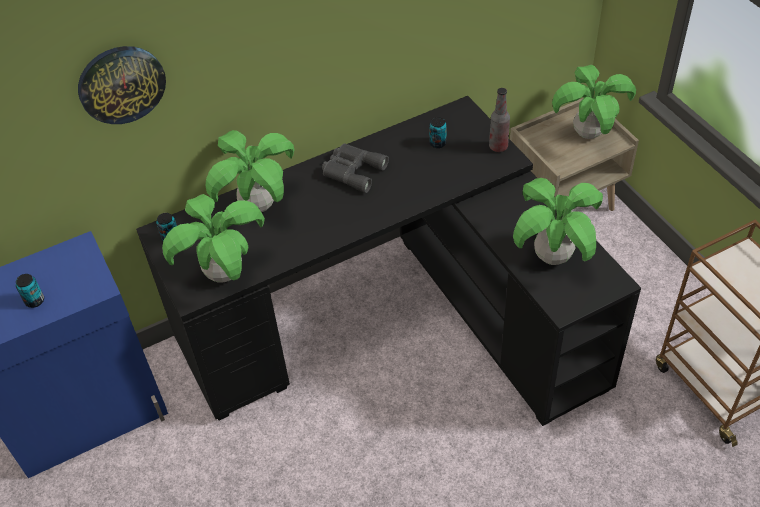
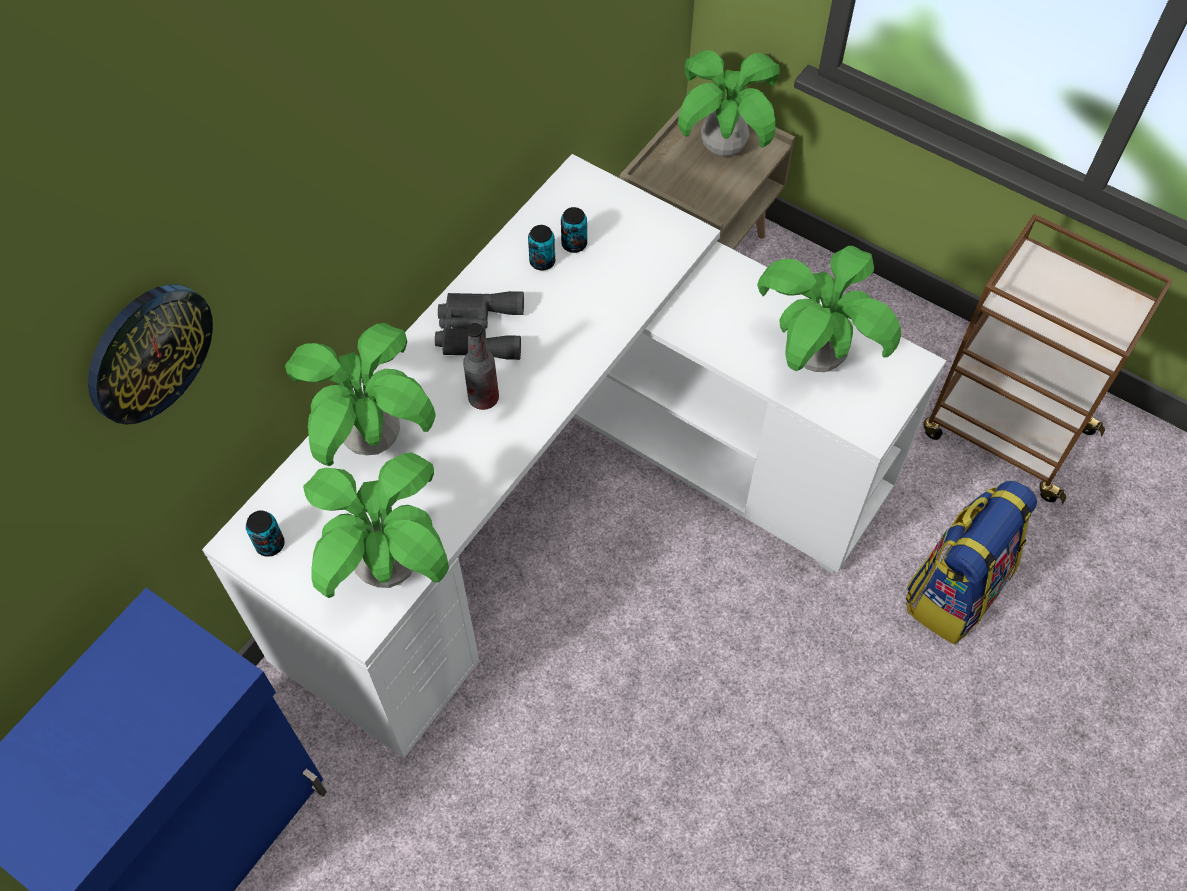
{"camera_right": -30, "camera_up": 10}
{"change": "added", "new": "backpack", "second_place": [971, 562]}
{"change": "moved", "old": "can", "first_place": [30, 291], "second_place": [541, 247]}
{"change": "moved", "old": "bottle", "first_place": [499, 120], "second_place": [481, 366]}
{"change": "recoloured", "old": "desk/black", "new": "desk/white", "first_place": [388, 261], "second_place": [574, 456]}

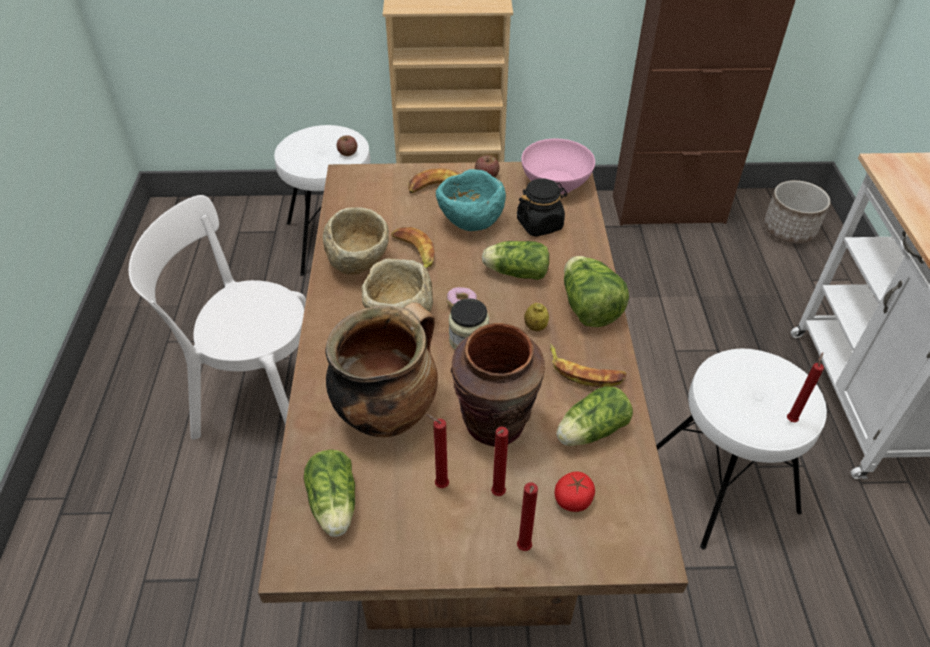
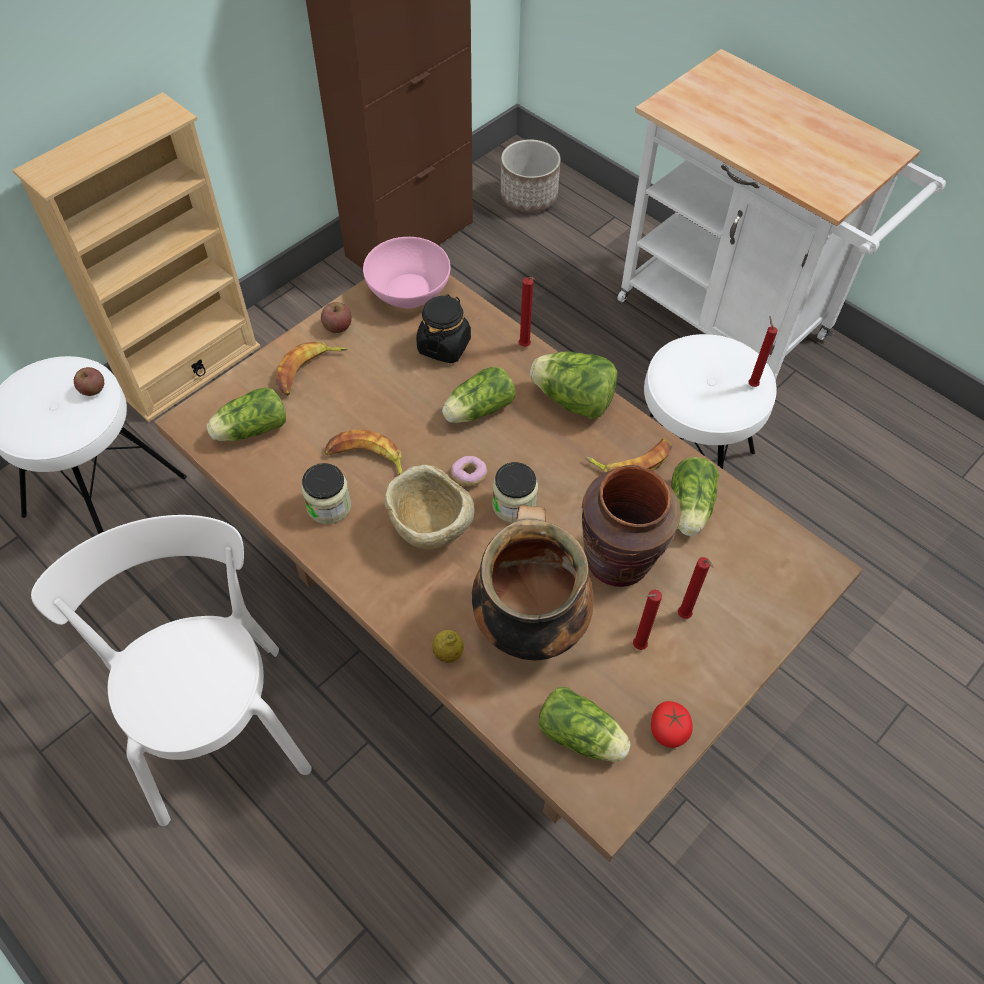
{"camera_right": -45, "camera_up": 10}
{"change": "removed", "old": "bowl/turquoise", "first_place": [471, 200]}
{"change": "added", "new": "lettuce", "second_place": [246, 414]}
{"change": "moved", "old": "candle/red", "first_place": [527, 516], "second_place": [527, 312]}
{"change": "moved", "old": "lemon", "first_place": [536, 317], "second_place": [448, 646]}
{"change": "moved", "old": "tomato", "first_place": [574, 492], "second_place": [672, 724]}
{"change": "replaced", "old": "bowl/beige", "new": "jar", "first_place": [356, 241], "second_place": [326, 493]}
{"change": "turned", "old": "chair/white", "first_place": [217, 317], "second_place": [171, 670], "degrees": 105}

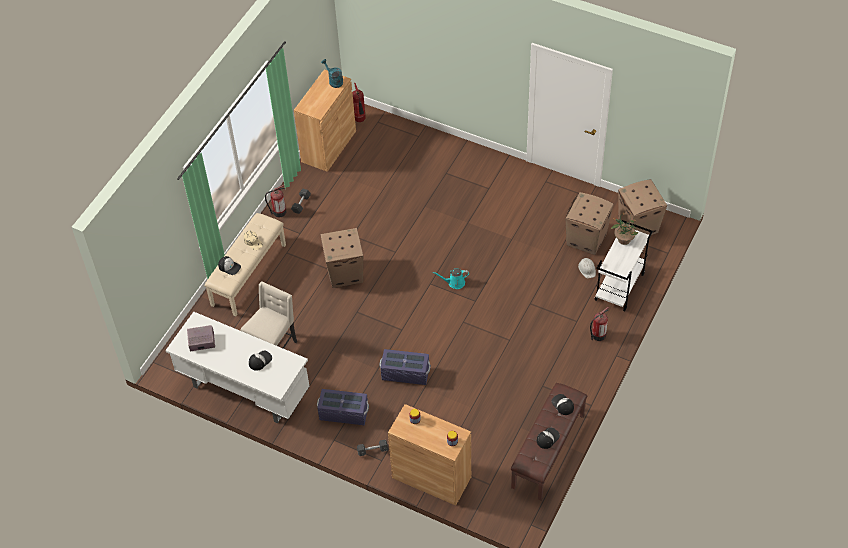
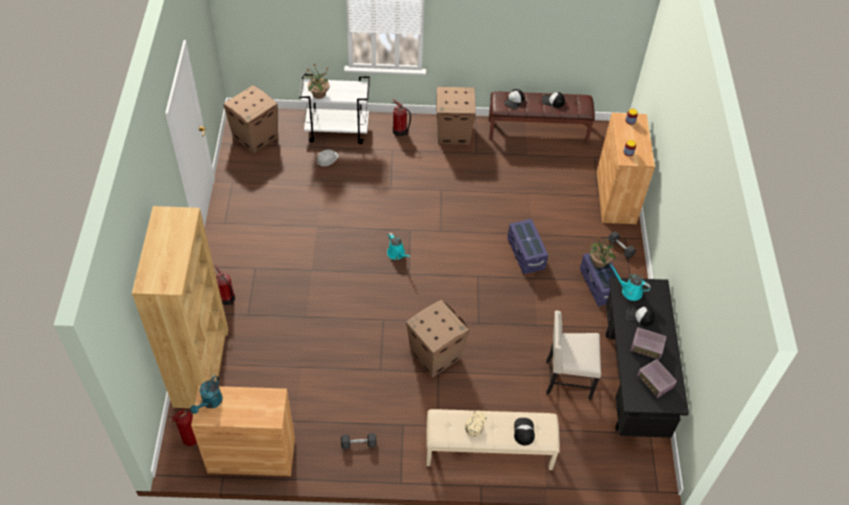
{"camera_right": -120, "camera_up": 0}
{"change": "added", "new": "bookcase/brown", "second_place": [180, 307]}
{"change": "added", "new": "potted plant", "second_place": [603, 250]}
{"change": "added", "new": "watering can/turquoise", "second_place": [630, 283]}
{"change": "added", "new": "radio", "second_place": [648, 343]}
{"change": "moved", "old": "fire extinguisher", "first_place": [276, 201], "second_place": [225, 285]}
{"change": "moved", "old": "cardboard box", "first_place": [590, 223], "second_place": [456, 115]}
{"change": "recoloured", "old": "desk/white", "new": "desk/black", "first_place": [238, 367], "second_place": [647, 357]}

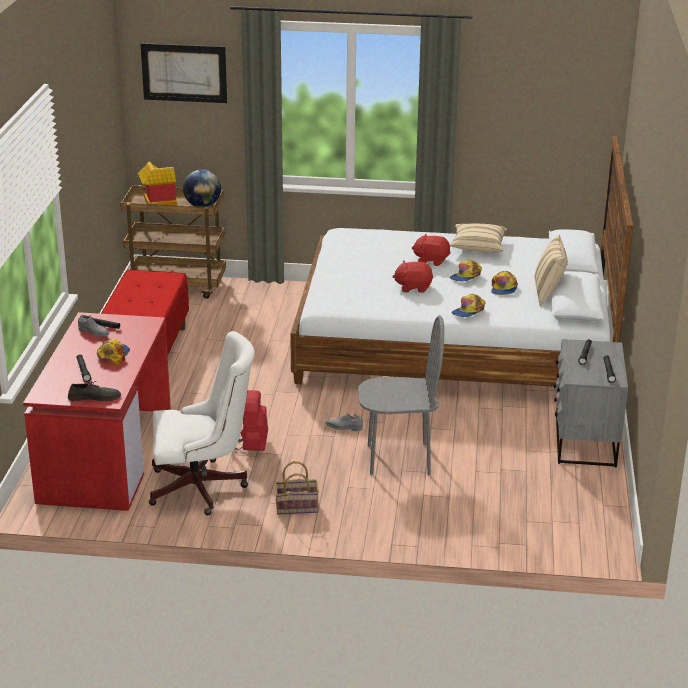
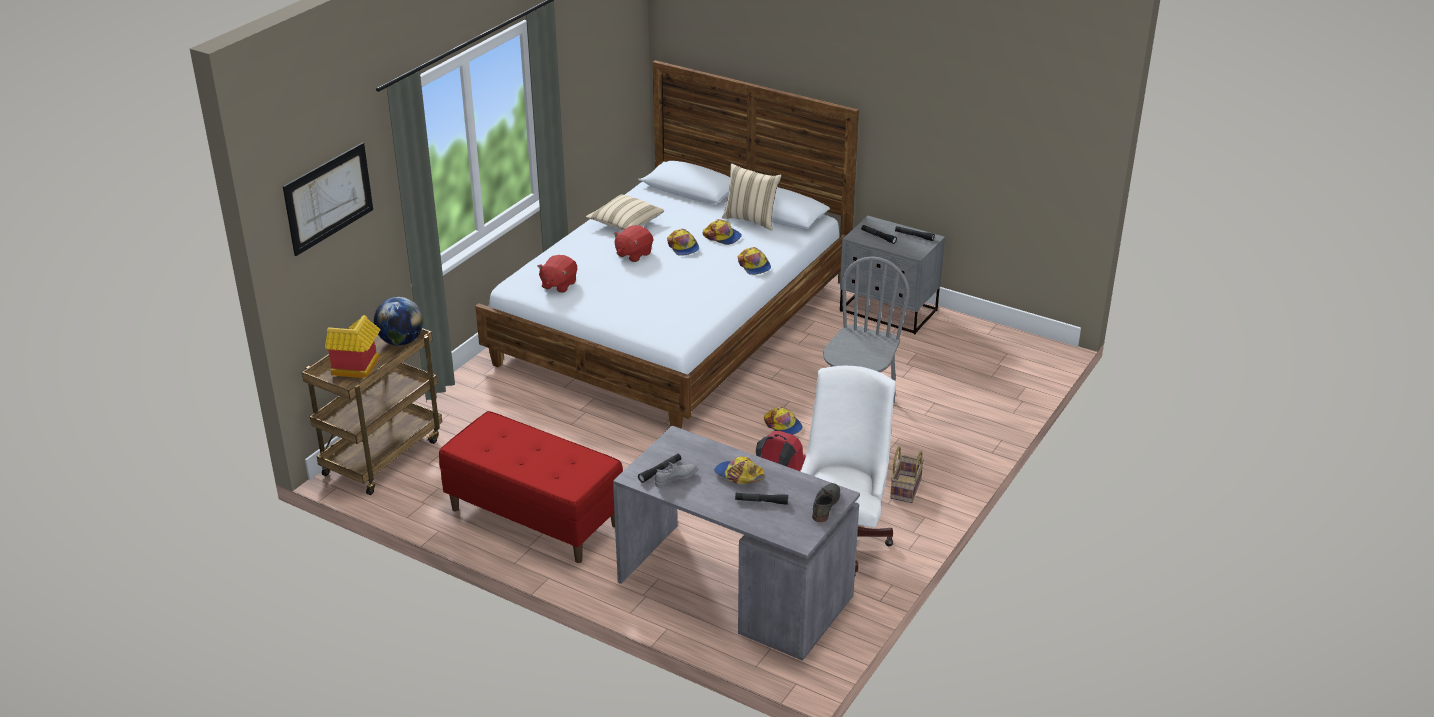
{"camera_right": -65, "camera_up": 5}
{"change": "moved", "old": "plush toy/red", "first_place": [412, 276], "second_place": [557, 274]}
{"change": "replaced", "old": "shoe/grey", "new": "cap", "first_place": [344, 422], "second_place": [783, 420]}
{"change": "recoloured", "old": "desk/red", "new": "desk/grey", "first_place": [97, 411], "second_place": [736, 543]}

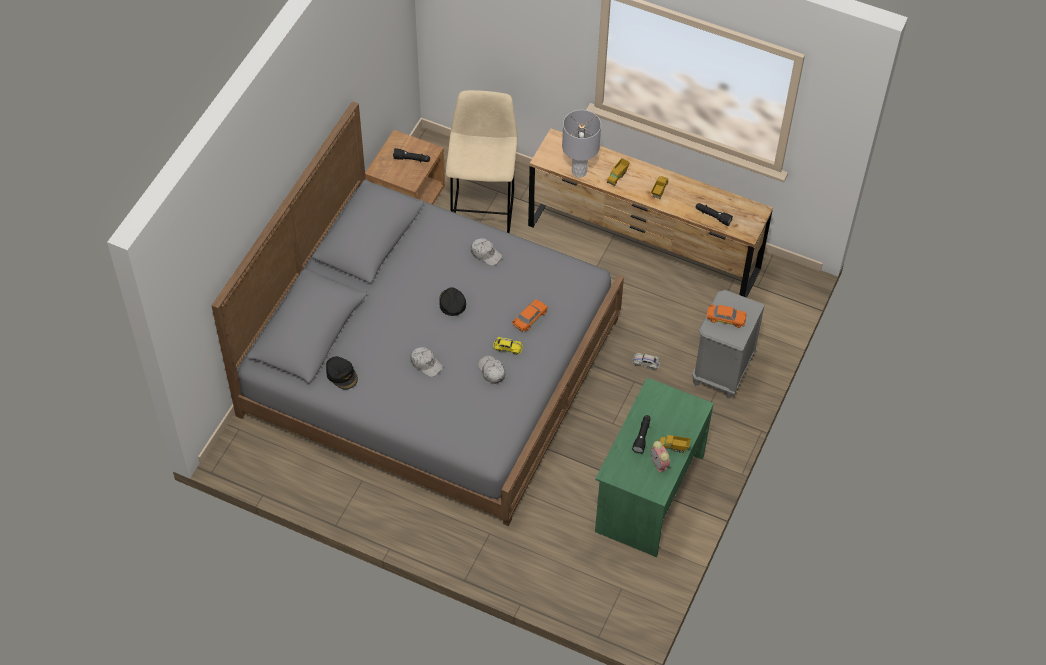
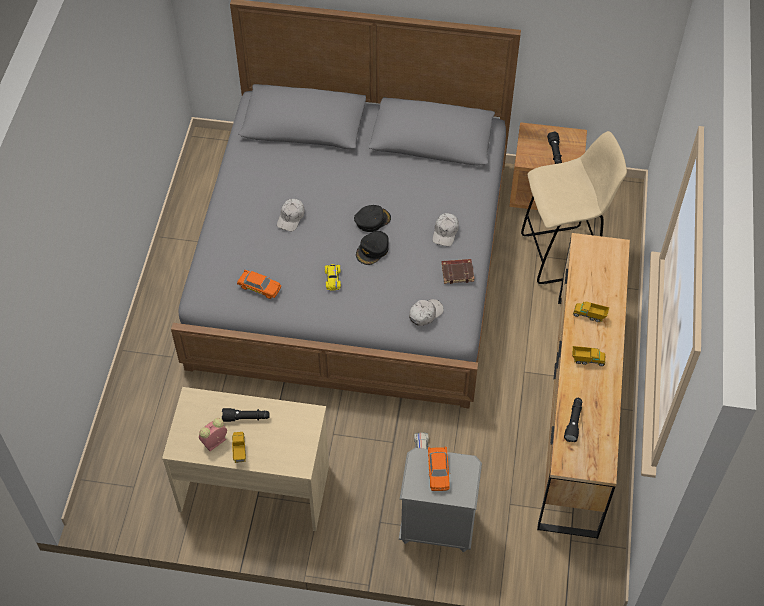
{"camera_right": 75, "camera_up": 0}
{"change": "removed", "old": "table lamp/grey", "first_place": [581, 143]}
{"change": "added", "new": "book/brown", "second_place": [458, 271]}
{"change": "moved", "old": "cap/black", "first_place": [342, 373], "second_place": [372, 248]}
{"change": "moved", "old": "cap/white", "first_place": [491, 370], "second_place": [426, 312]}
{"change": "moved", "old": "toy car/orange", "first_place": [530, 315], "second_place": [259, 284]}
{"change": "recoloured", "old": "desk/green", "new": "desk/beige", "first_place": [654, 467], "second_place": [245, 459]}

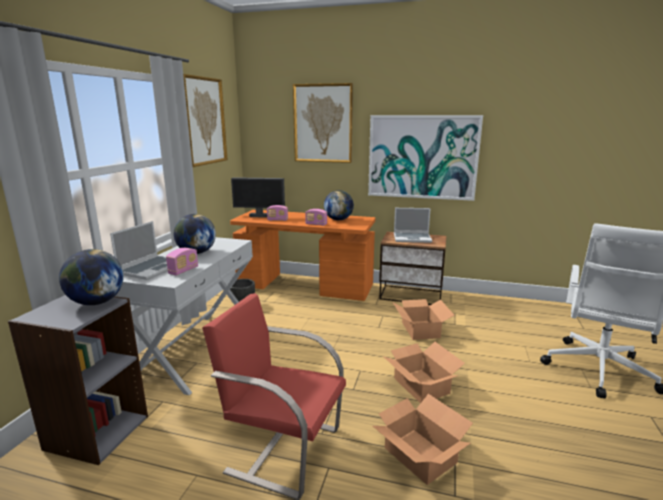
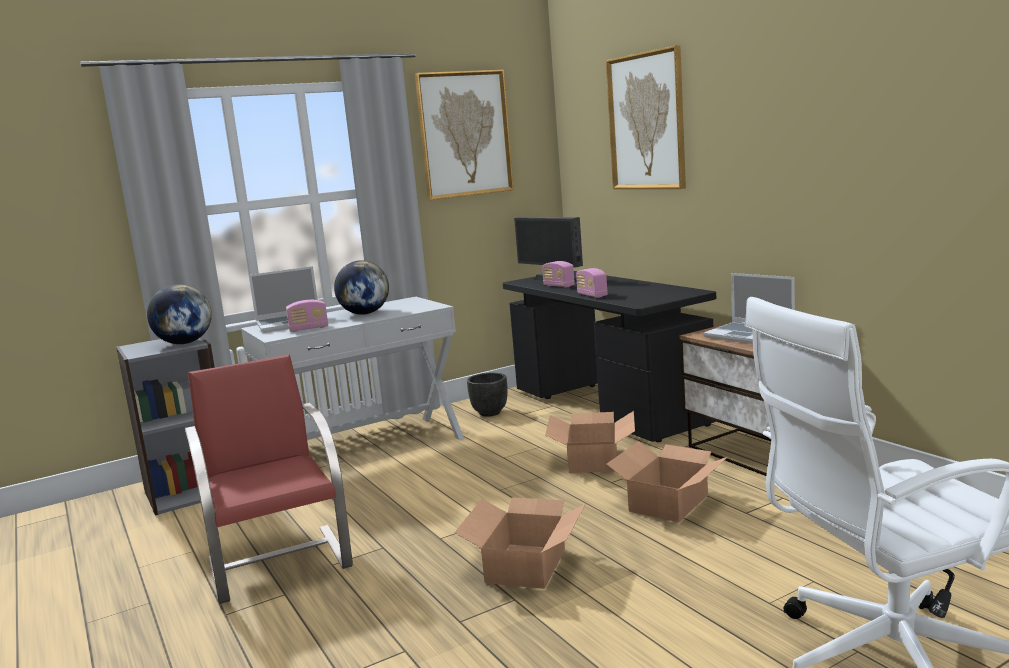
{"camera_right": 45, "camera_up": -5}
{"change": "removed", "old": "globe", "first_place": [339, 205]}
{"change": "removed", "old": "picture", "first_place": [425, 158]}
{"change": "moved", "old": "cardboard box", "first_place": [423, 439], "second_place": [590, 442]}
{"change": "recoloured", "old": "desk/orange", "new": "desk/black", "first_place": [302, 255], "second_place": [609, 356]}

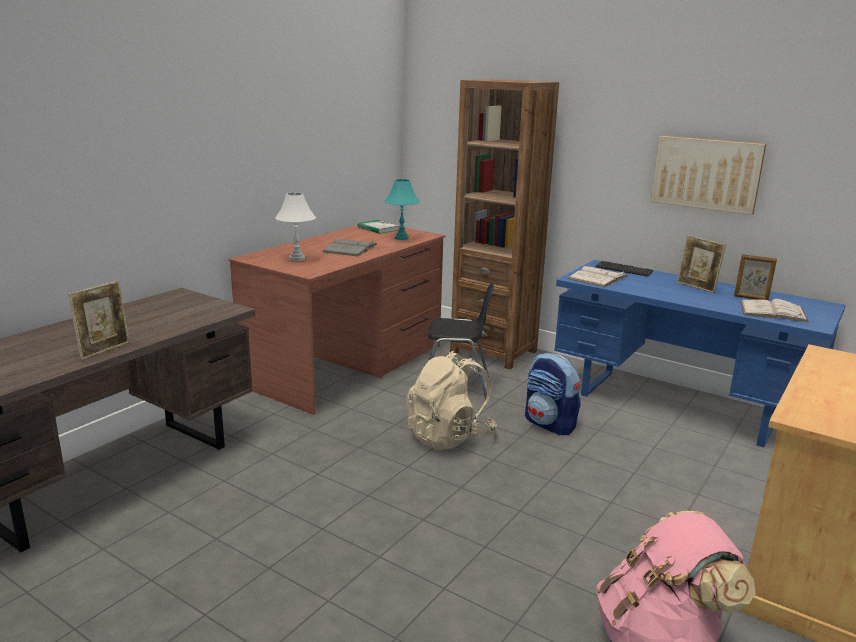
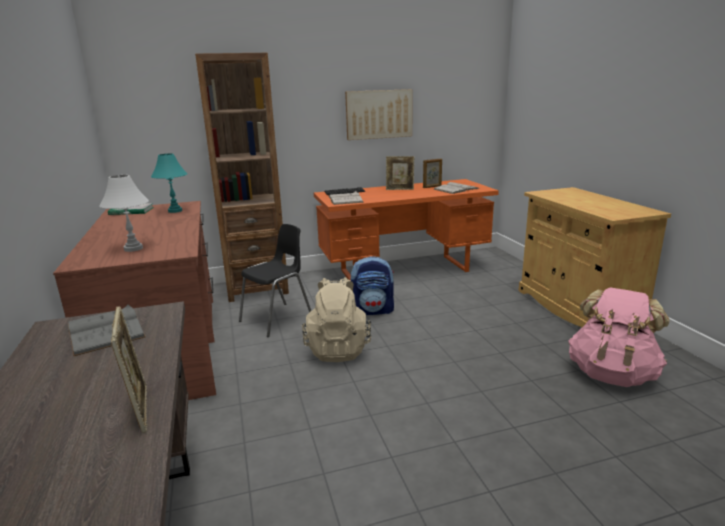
{"camera_right": -50, "camera_up": 0}
{"change": "moved", "old": "book/grey", "first_place": [350, 247], "second_place": [107, 330]}
{"change": "recoloured", "old": "desk/blue", "new": "desk/orange", "first_place": [699, 353], "second_place": [406, 229]}

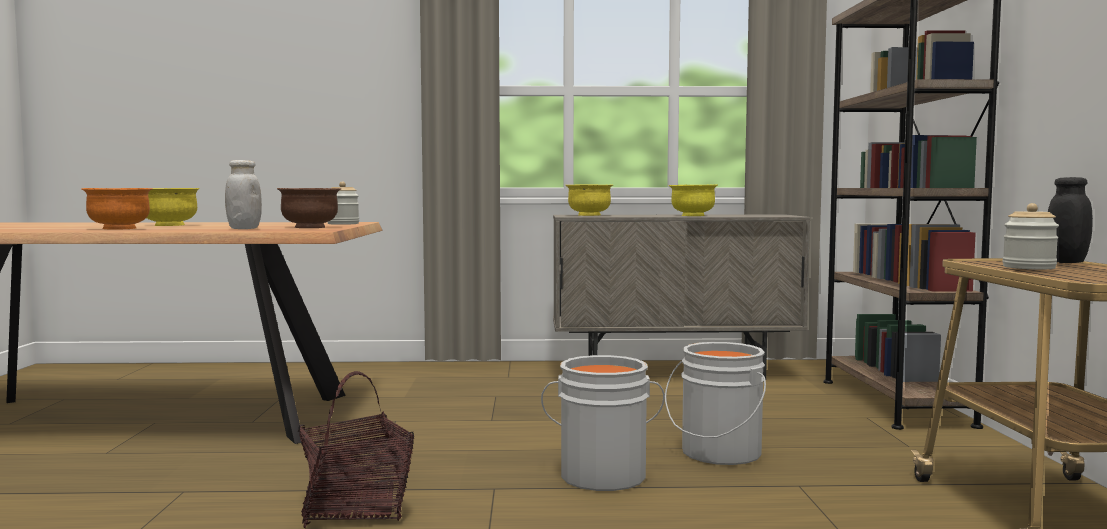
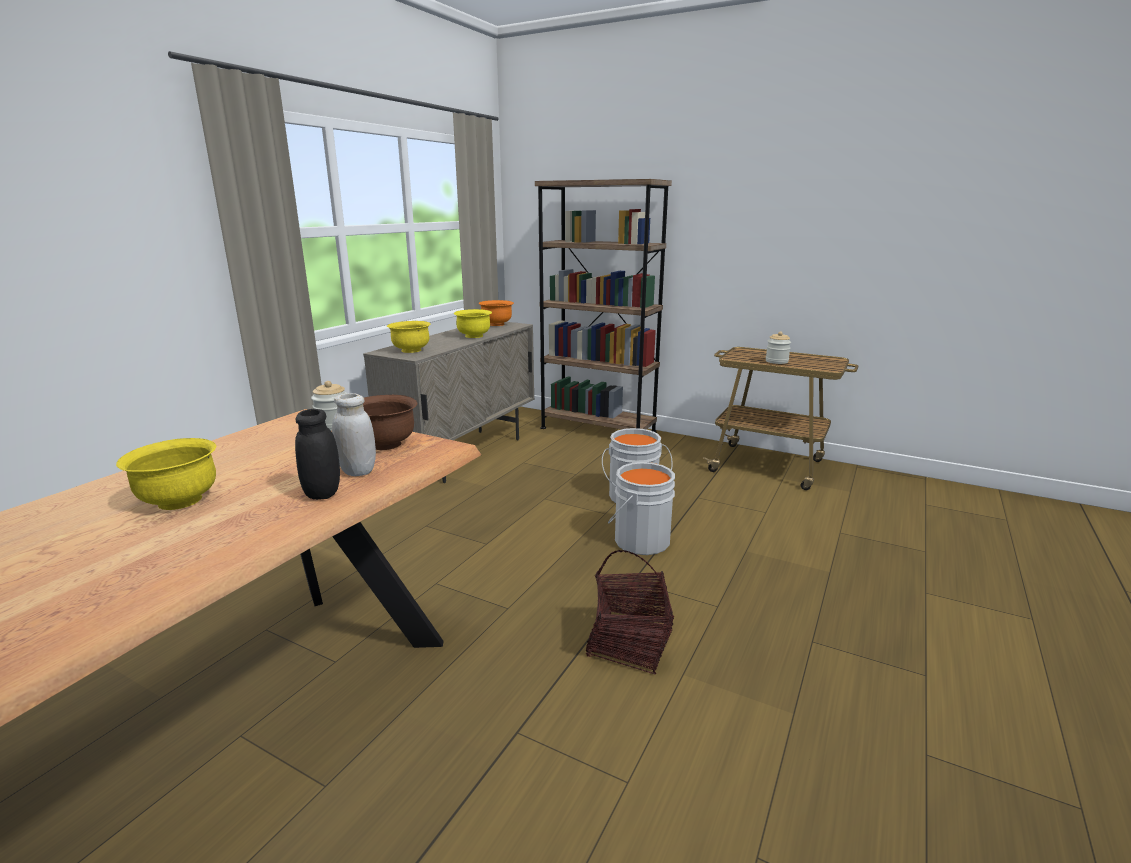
{"camera_right": -60, "camera_up": 15}
{"change": "moved", "old": "bowl/orange", "first_place": [117, 209], "second_place": [496, 313]}
{"change": "moved", "old": "jar/black", "first_place": [1070, 220], "second_place": [317, 454]}

